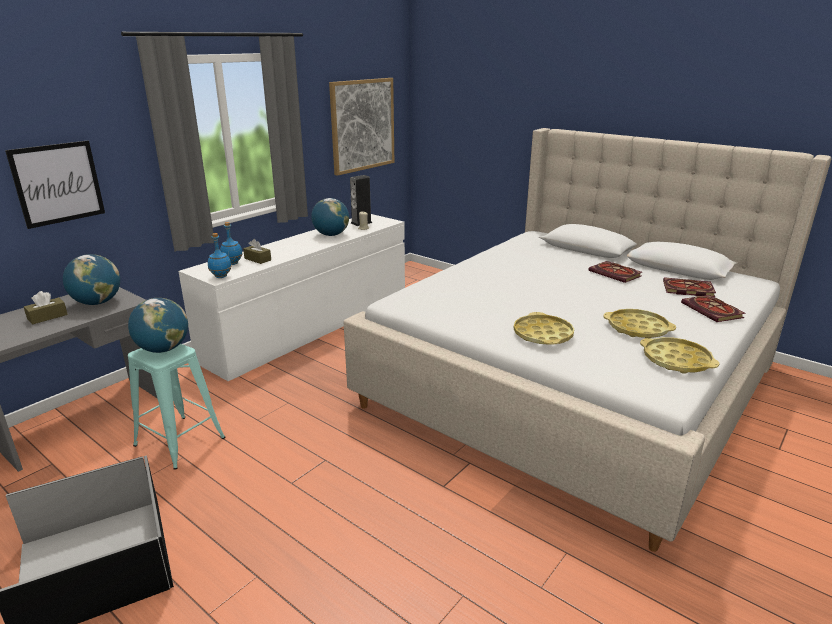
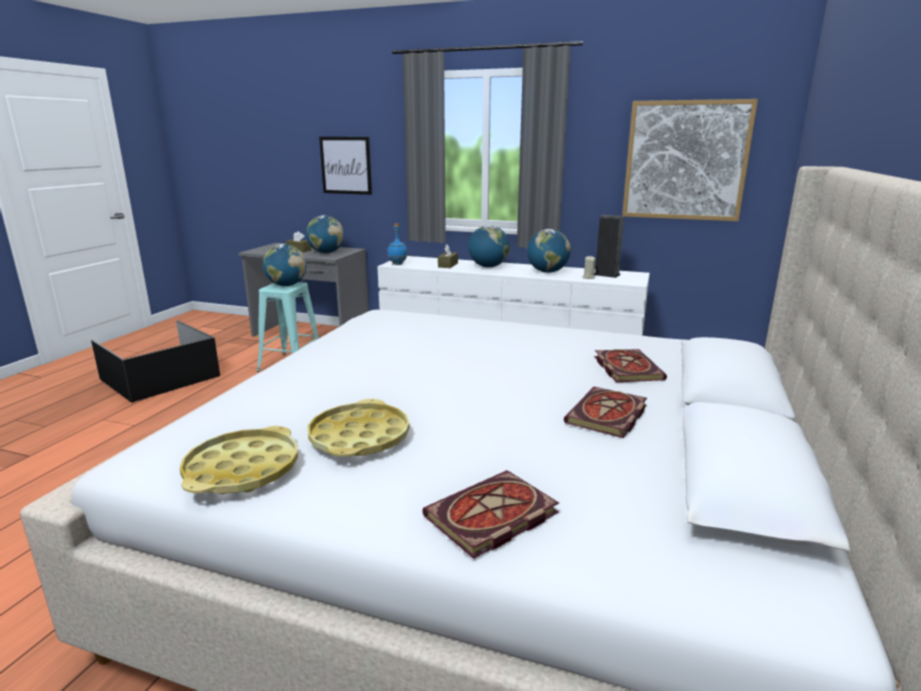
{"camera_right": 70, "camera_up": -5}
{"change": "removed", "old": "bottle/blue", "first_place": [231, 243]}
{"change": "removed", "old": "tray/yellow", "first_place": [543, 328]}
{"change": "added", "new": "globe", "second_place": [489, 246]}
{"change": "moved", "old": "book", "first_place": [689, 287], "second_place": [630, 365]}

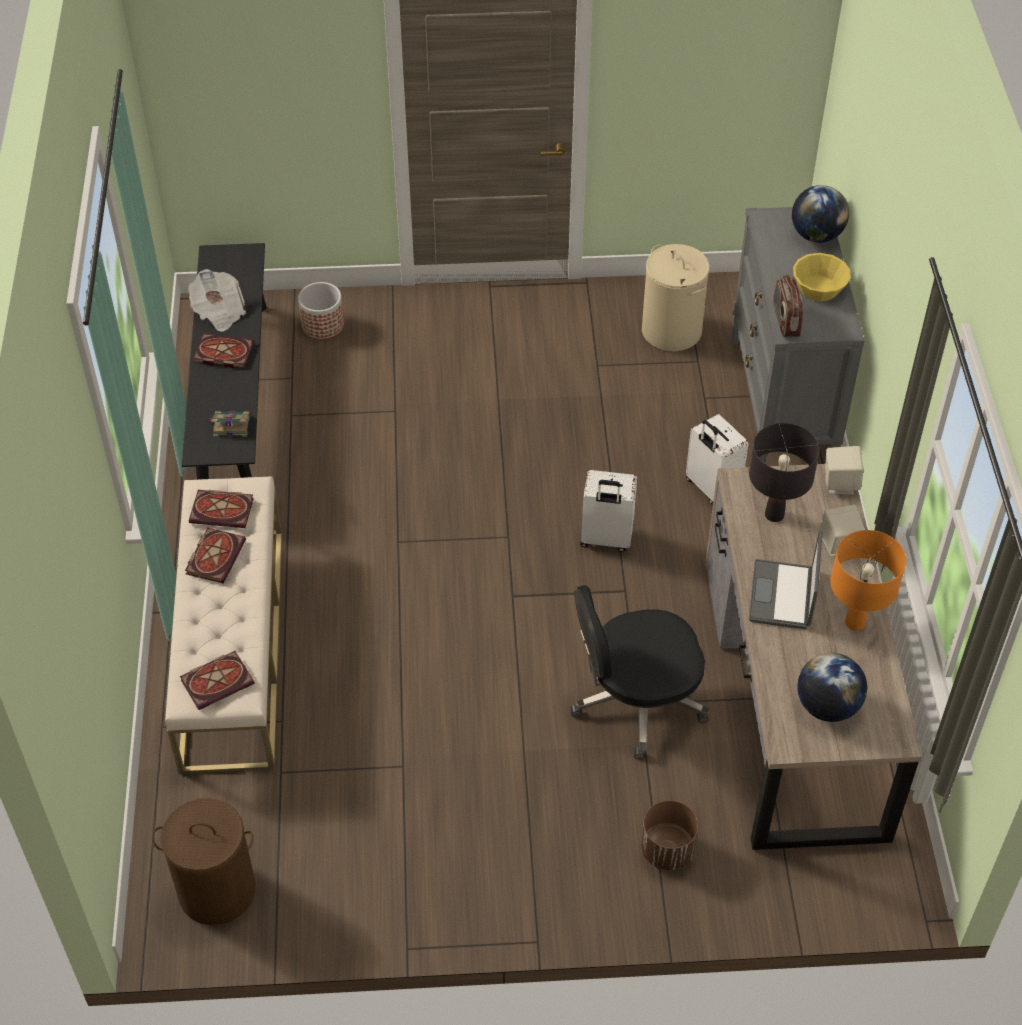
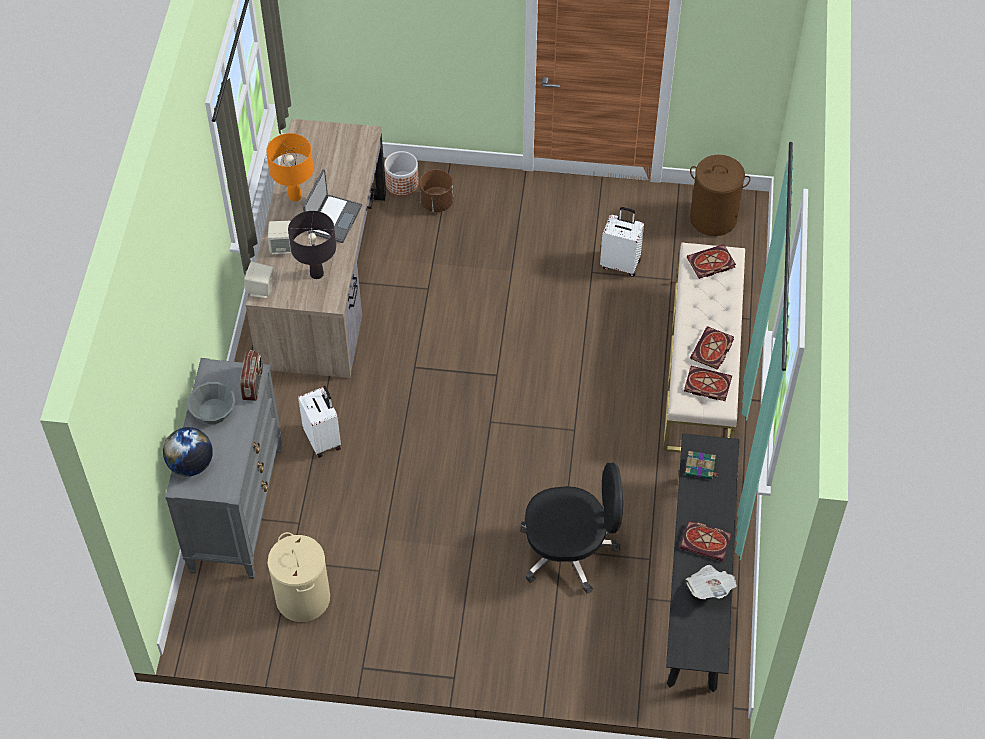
{"camera_right": -170, "camera_up": 5}
{"change": "removed", "old": "globe", "first_place": [832, 687]}
{"change": "moved", "old": "planter", "first_place": [321, 310], "second_place": [401, 173]}
{"change": "moved", "old": "office chair/black", "first_place": [640, 672], "second_place": [571, 528]}
{"change": "moved", "old": "suitcase/white", "first_place": [608, 511], "second_place": [622, 242]}
{"change": "recoloured", "old": "bowl/yellow", "new": "bowl/grey", "first_place": [822, 277], "second_place": [211, 403]}

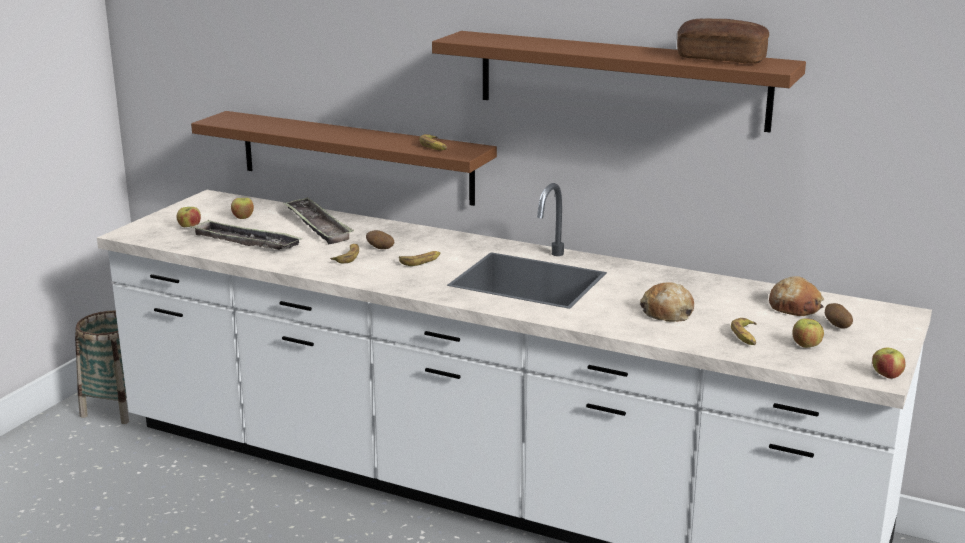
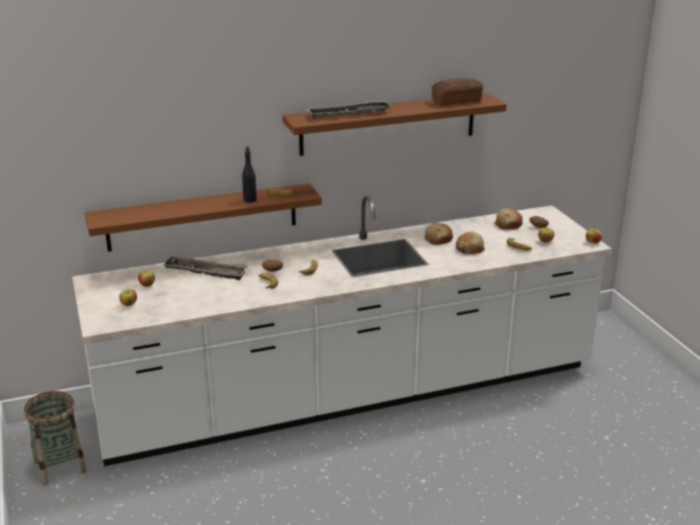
{"camera_right": -45, "camera_up": 5}
{"change": "added", "new": "bottle/black", "second_place": [249, 174]}
{"change": "added", "new": "bread", "second_place": [438, 234]}
{"change": "moved", "old": "tray", "first_place": [246, 235], "second_place": [349, 110]}

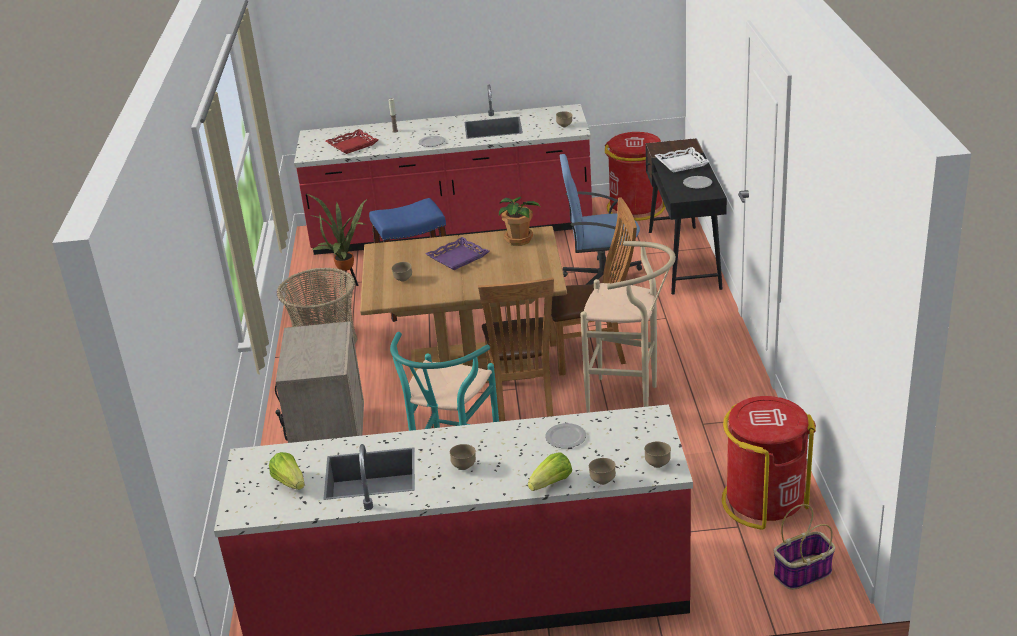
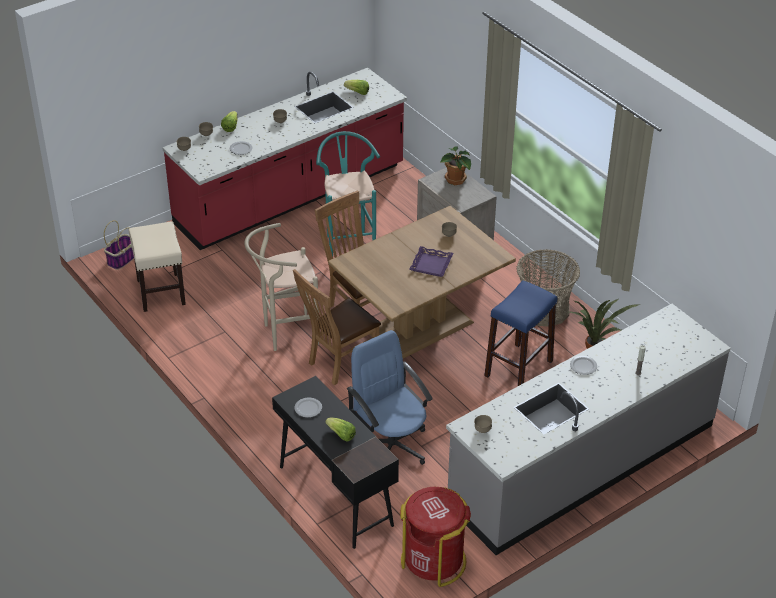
{"camera_right": 145, "camera_up": 10}
{"change": "removed", "old": "tray/red", "first_place": [352, 141]}
{"change": "moved", "old": "potted plant", "first_place": [520, 221], "second_place": [455, 165]}
{"change": "replaced", "old": "tray/white", "new": "lettuce", "first_place": [682, 160], "second_place": [340, 429]}
{"change": "replaced", "old": "trash can/red", "new": "stool/beige", "first_place": [769, 463], "second_place": [157, 266]}
{"change": "recoloured", "old": "counter/red", "new": "counter/grey", "first_place": [443, 169], "second_place": [588, 429]}
{"change": "turned", "old": "office chair/blue", "first_place": [601, 219], "second_place": [390, 397], "degrees": -90}

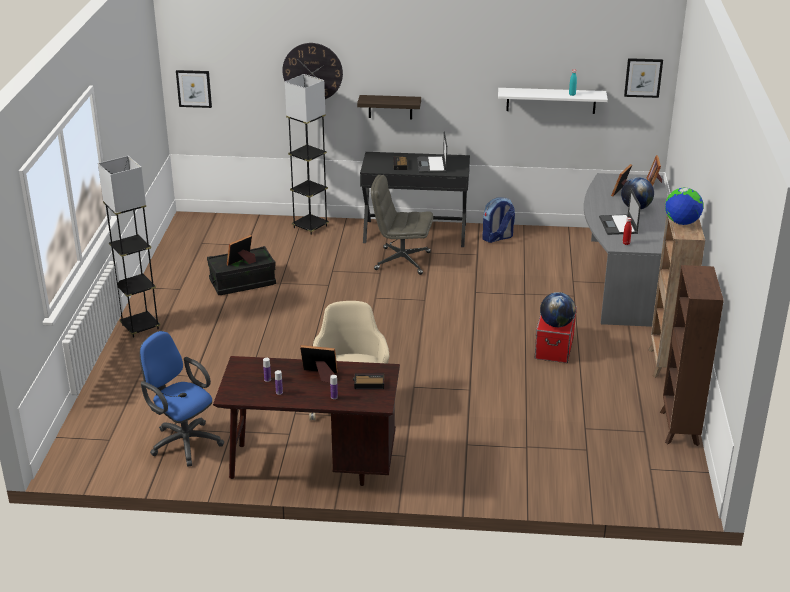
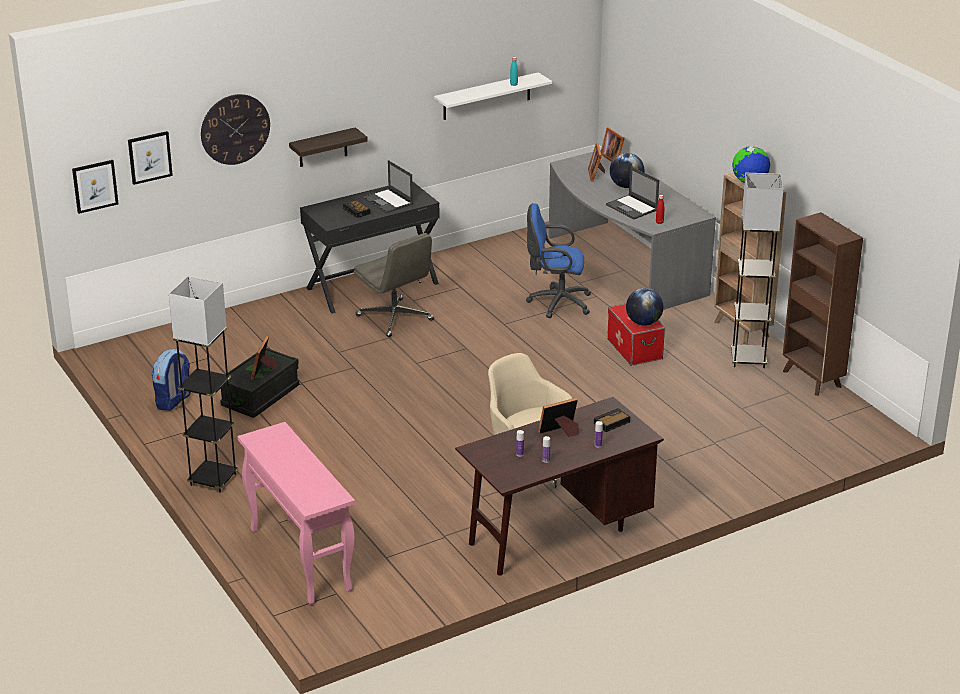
{"camera_right": -35, "camera_up": 0}
{"change": "added", "new": "console table/pink", "second_place": [296, 513]}
{"change": "moved", "old": "office chair/blue", "first_place": [182, 399], "second_place": [558, 260]}
{"change": "moved", "old": "floor lamp/grey", "first_place": [307, 154], "second_place": [757, 270]}
{"change": "moved", "old": "backpack", "first_place": [498, 220], "second_place": [171, 380]}
{"change": "moved", "old": "picture", "first_place": [643, 78], "second_place": [150, 158]}
{"change": "turned", "old": "office chair/grey", "first_place": [402, 225], "second_place": [394, 285], "degrees": -105}

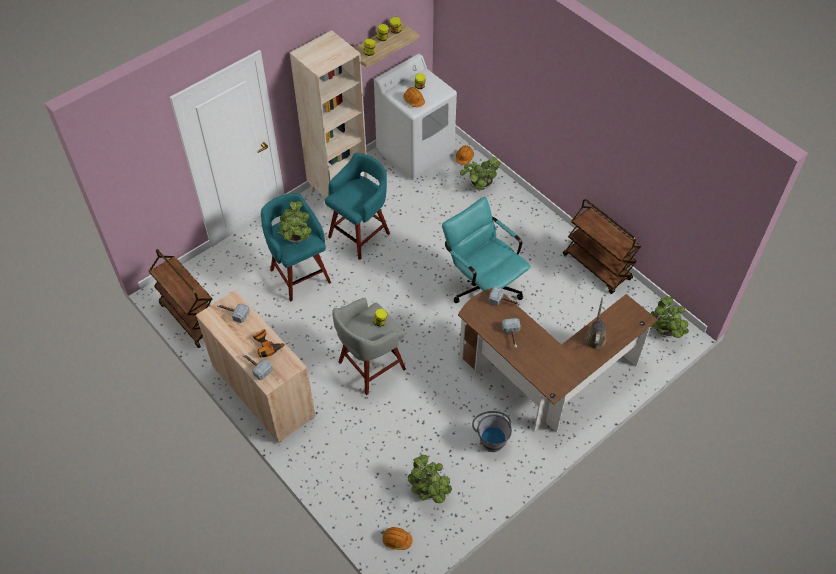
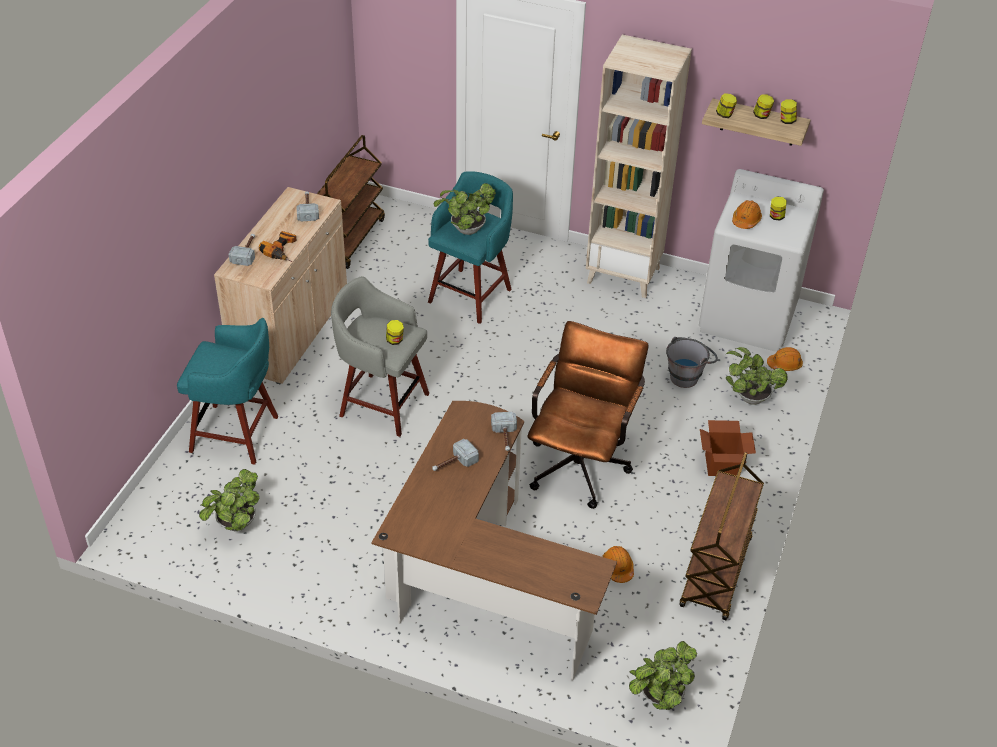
{"camera_right": 60, "camera_up": -10}
{"change": "removed", "old": "watering can/brown", "first_place": [595, 323]}
{"change": "added", "new": "cardboard box", "second_place": [728, 448]}
{"change": "moved", "old": "stool/turquoise", "first_place": [357, 206], "second_place": [227, 391]}
{"change": "moved", "old": "hard hat/orange", "first_place": [397, 538], "second_place": [618, 564]}
{"change": "moved", "old": "bucket/grey", "first_place": [492, 431], "second_place": [692, 362]}
{"change": "recoloured", "old": "office chair/turquoise", "new": "office chair/brown", "first_place": [486, 250], "second_place": [587, 415]}

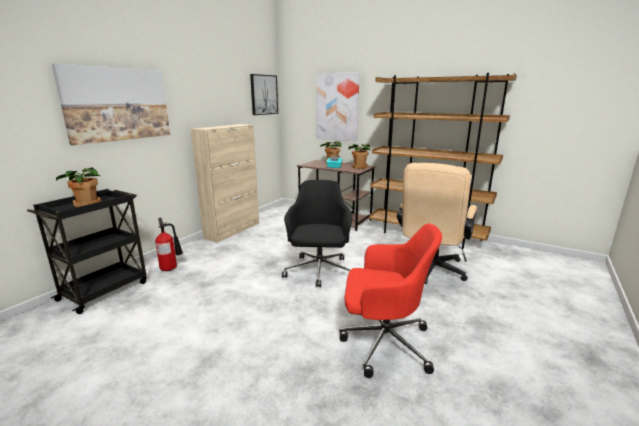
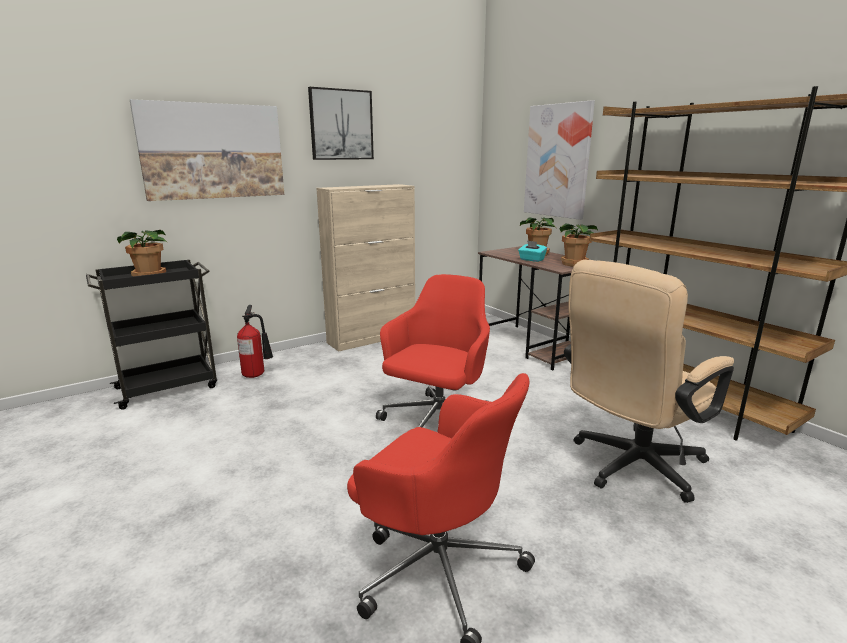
{"camera_right": 25, "camera_up": 0}
{"change": "moved", "old": "picture", "first_place": [264, 94], "second_place": [341, 123]}
{"change": "recoloured", "old": "office chair/black", "new": "office chair/red", "first_place": [317, 233], "second_place": [433, 350]}

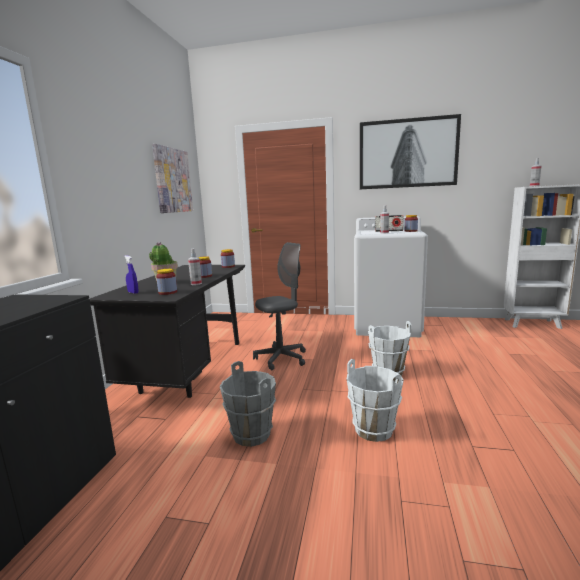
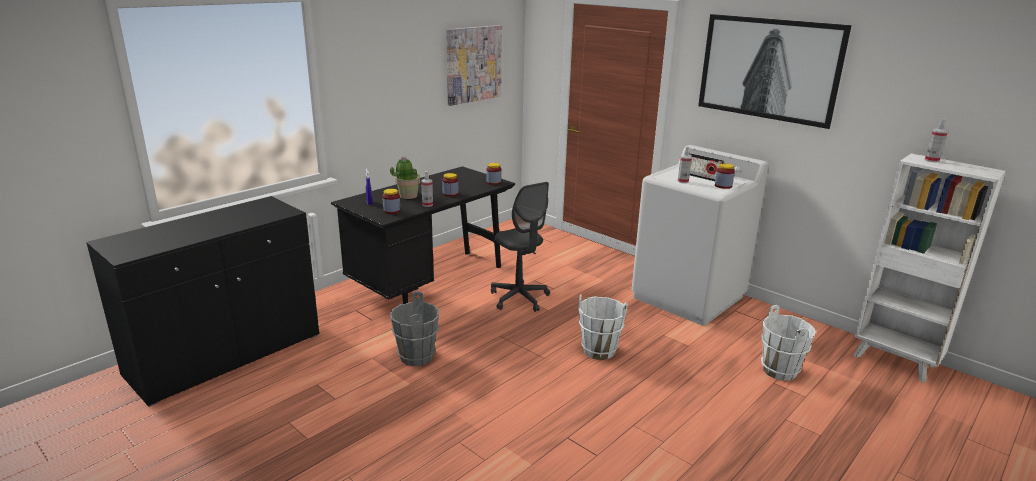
{"camera_right": 30, "camera_up": 10}
{"change": "moved", "old": "bucket/white", "first_place": [375, 400], "second_place": [788, 343]}
{"change": "turned", "old": "office chair/grey", "first_place": [279, 306], "second_place": [520, 247], "degrees": 60}

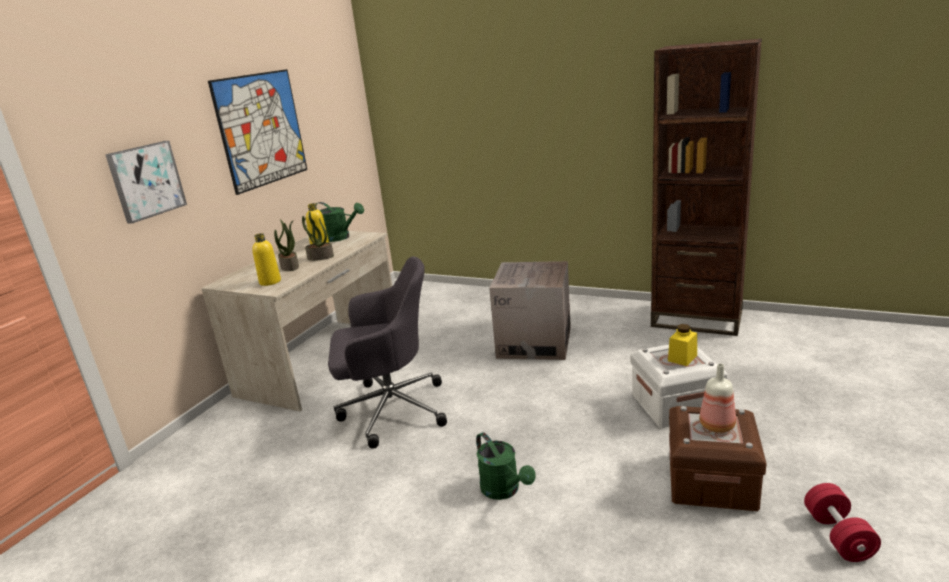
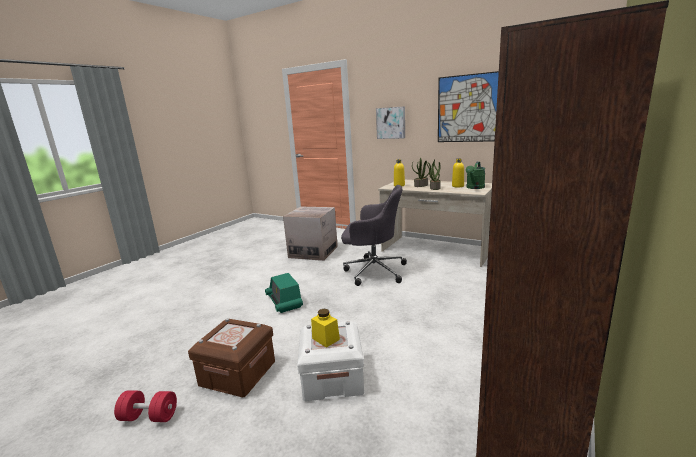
{"camera_right": 95, "camera_up": -5}
{"change": "removed", "old": "bottle", "first_place": [718, 398]}
{"change": "moved", "old": "cardboard box", "first_place": [530, 310], "second_place": [310, 234]}
{"change": "replaced", "old": "watering can/green", "new": "radio", "first_place": [506, 466], "second_place": [284, 293]}
{"change": "turned", "old": "office chair/grey", "first_place": [387, 352], "second_place": [374, 235], "degrees": -75}

